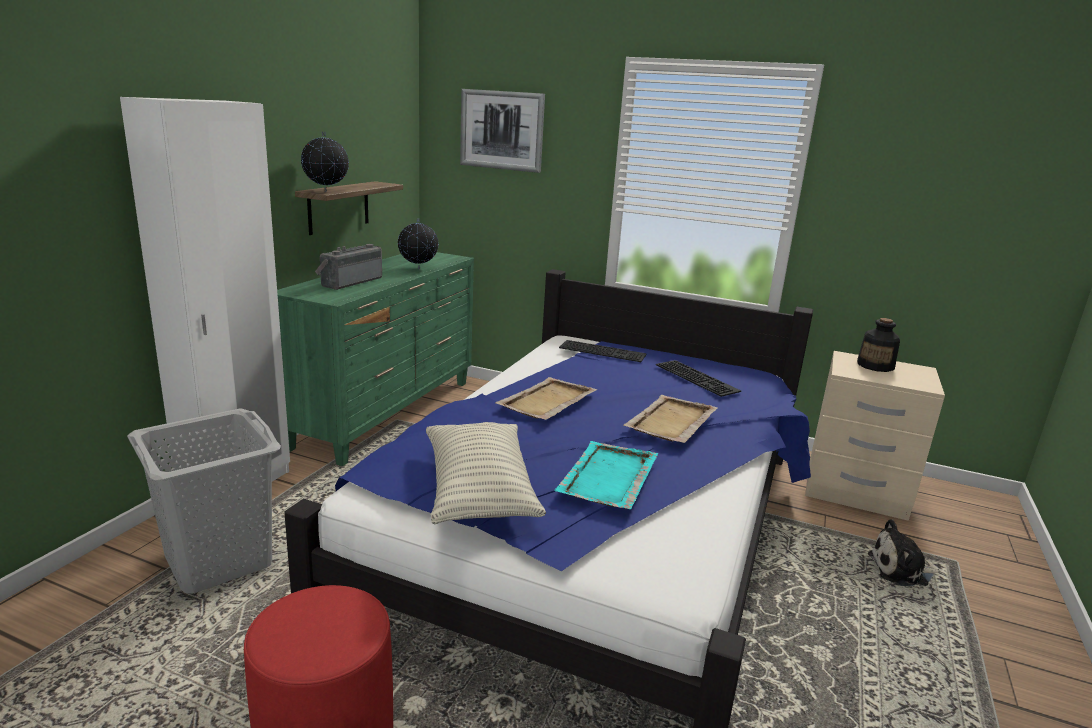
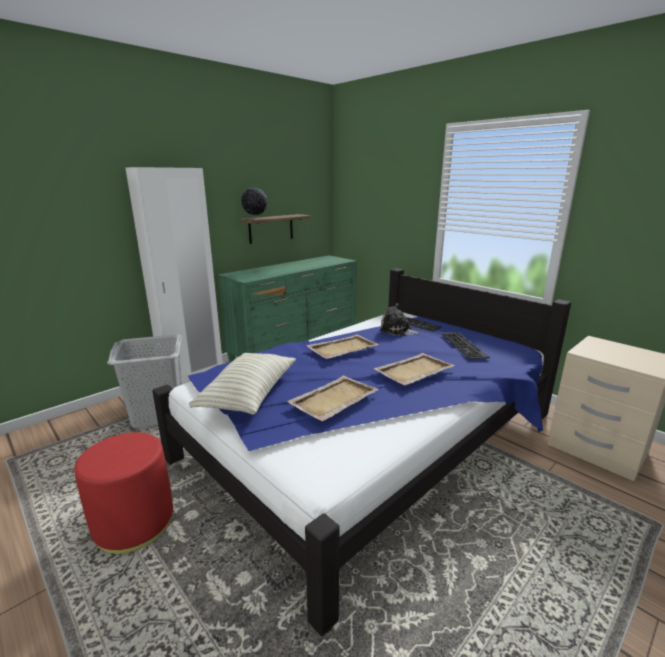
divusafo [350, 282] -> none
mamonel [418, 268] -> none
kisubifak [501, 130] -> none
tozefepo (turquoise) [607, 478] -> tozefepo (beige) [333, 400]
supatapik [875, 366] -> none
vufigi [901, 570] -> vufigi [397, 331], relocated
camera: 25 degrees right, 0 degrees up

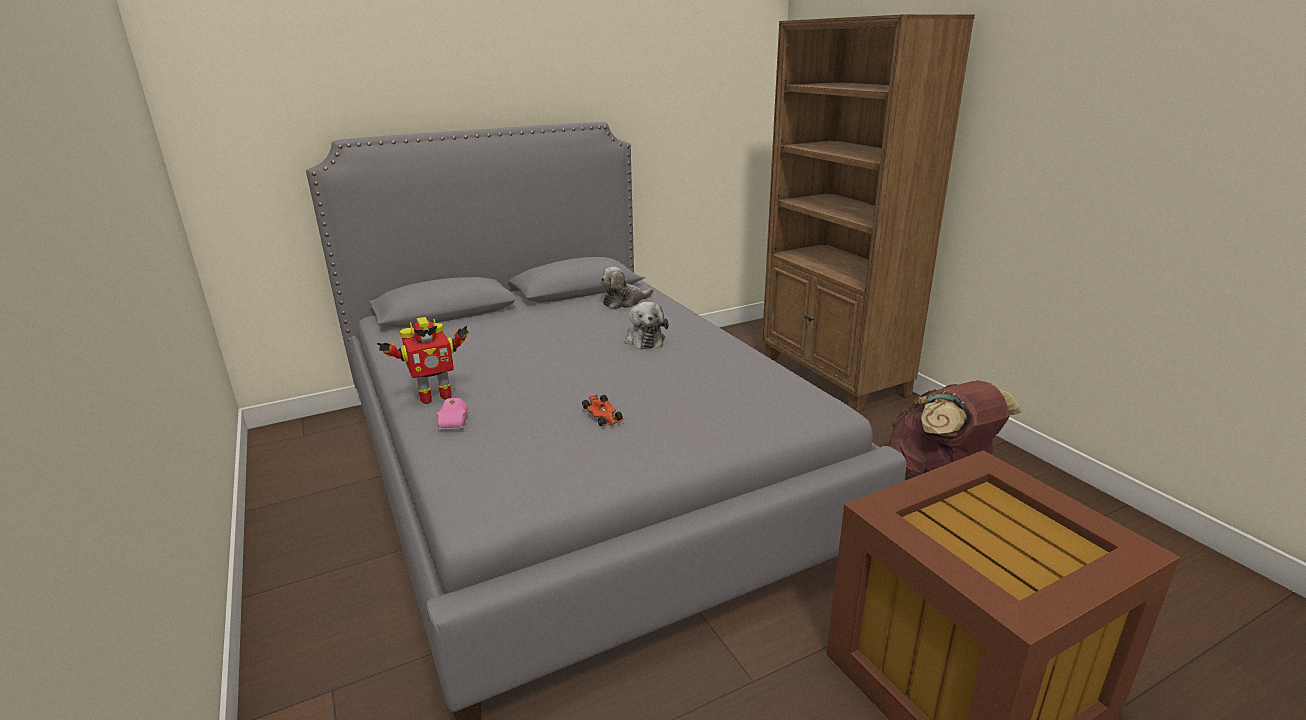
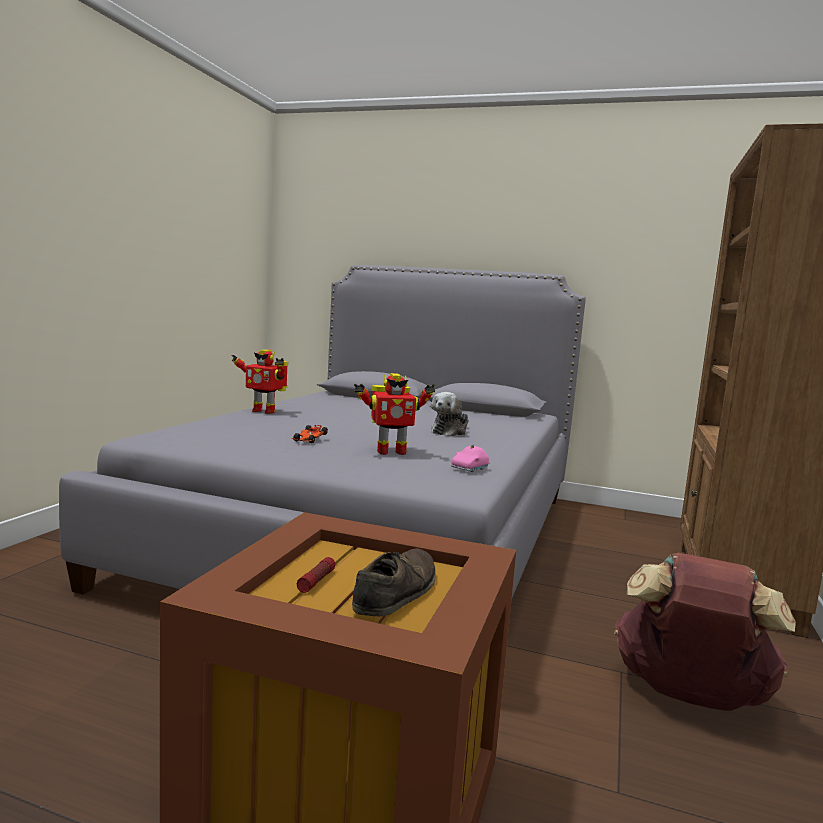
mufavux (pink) [454, 422] -> mufavux (pink) [470, 469], relocated
vufigi [624, 302] -> none
none -> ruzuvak [316, 581]
none -> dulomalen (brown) [396, 592]
none -> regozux [390, 452]
camera: 45 degrees right, 15 degrees down

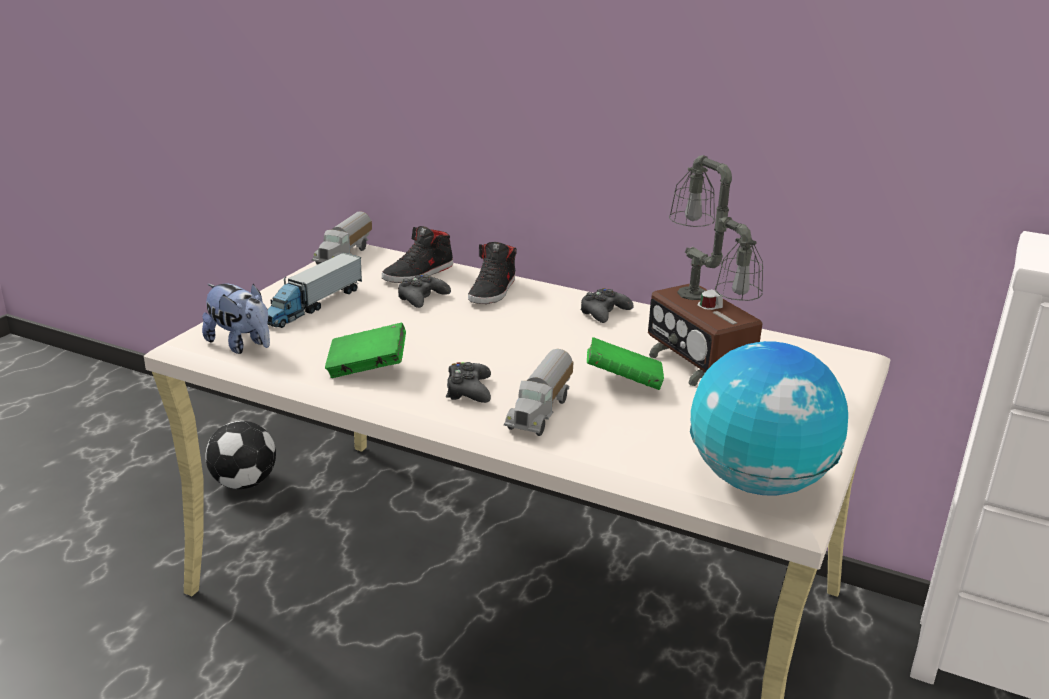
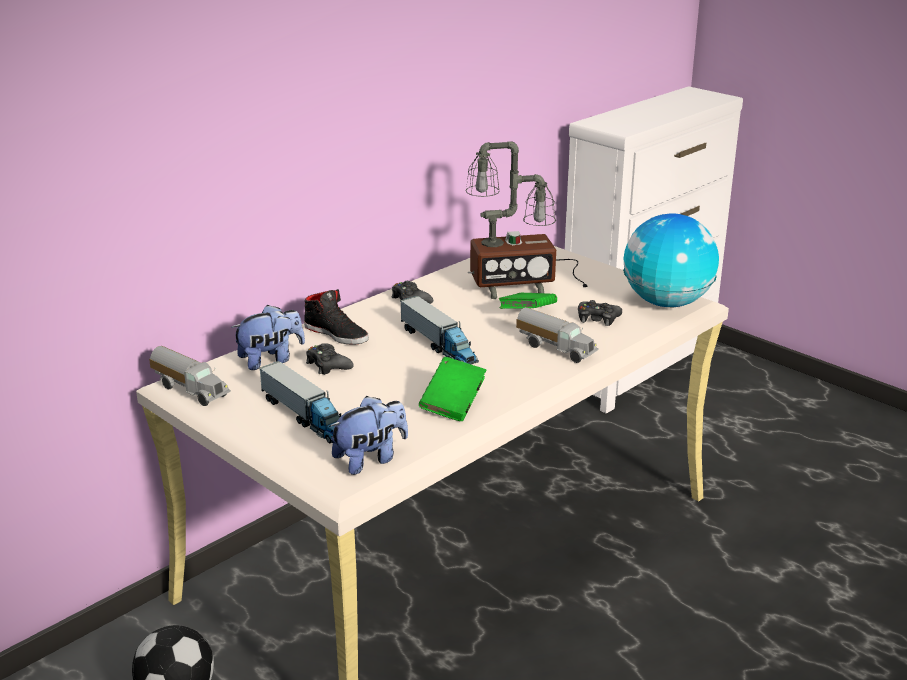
dulomalen (black) [419, 273] -> vufigi [270, 360]
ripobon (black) [468, 390] -> ripobon (black) [597, 318], relocated
none -> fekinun [438, 345]
camera: 70 degrees left, 0 degrees up

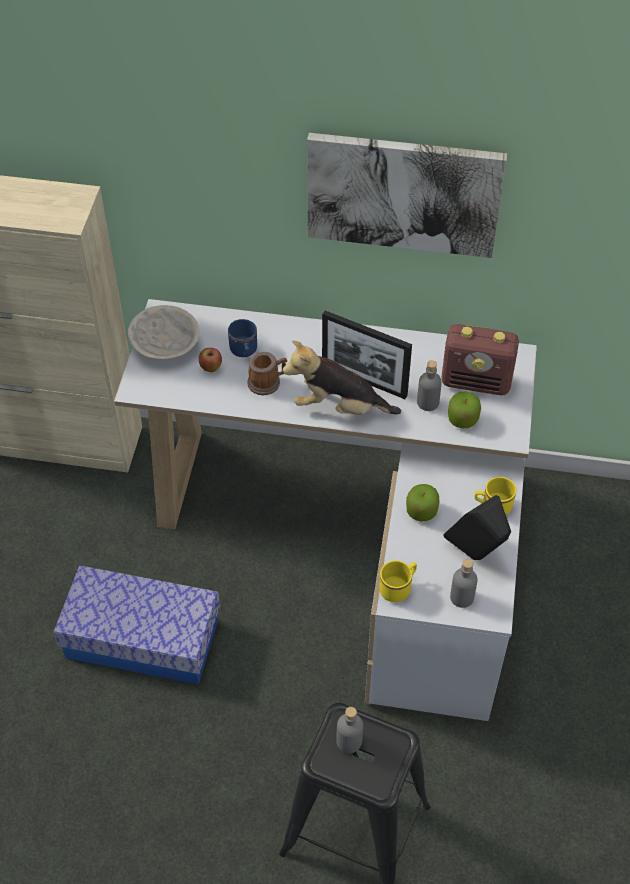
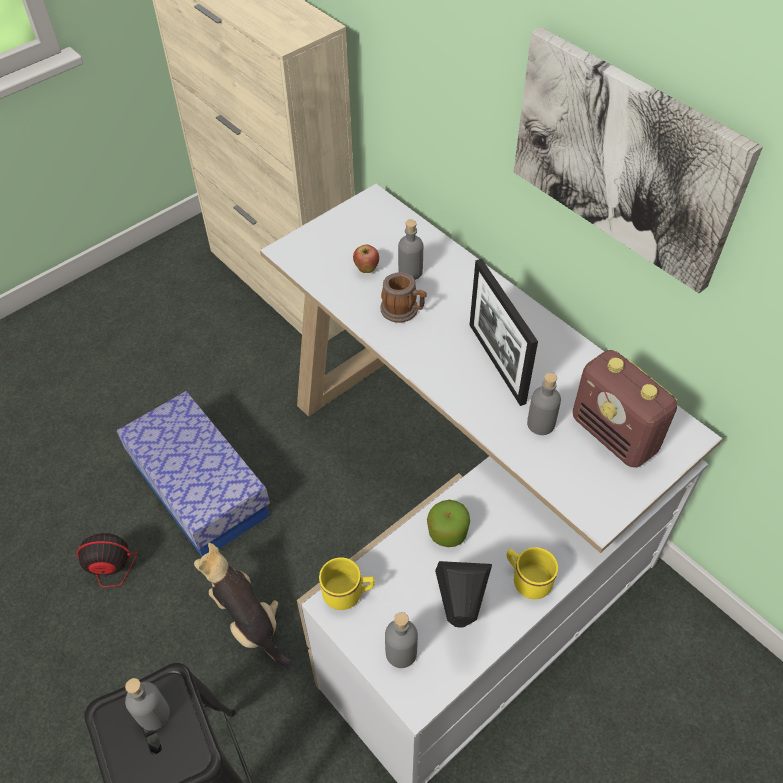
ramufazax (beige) [165, 345] -> none
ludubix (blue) [244, 352] -> supatapik (grey) [410, 272]
vufigi [339, 407] -> vufigi [249, 621], relocated
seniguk [462, 419] -> none
none -> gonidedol [92, 589]
camera: 40 degrees right, 0 degrees up

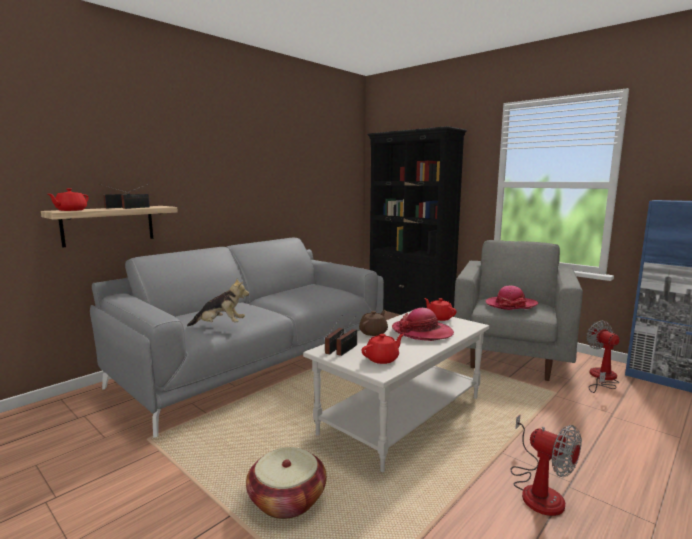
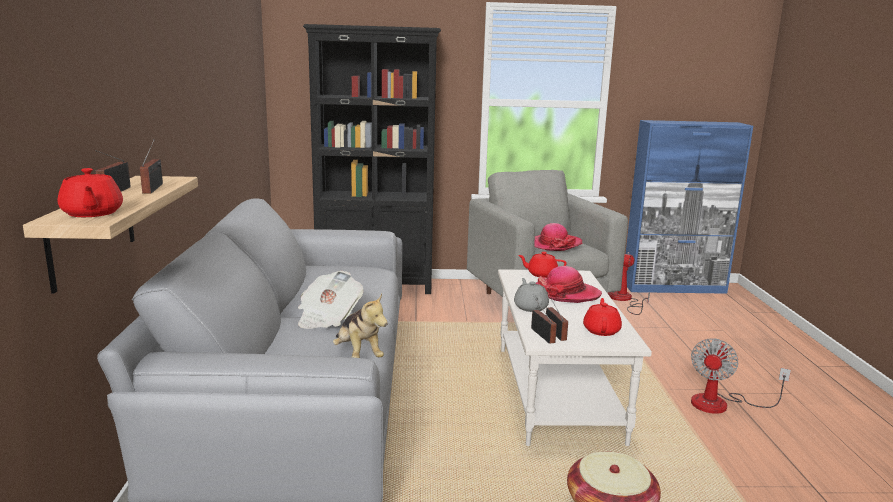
vufigi [220, 325] -> vufigi [358, 355], 105 degrees clockwise
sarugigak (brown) [373, 332] -> sarugigak (grey) [530, 307]
gonidedol [538, 490] -> gonidedol [721, 404], 120 degrees clockwise
none -> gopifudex [328, 317]
camera: 45 degrees left, 5 degrees up

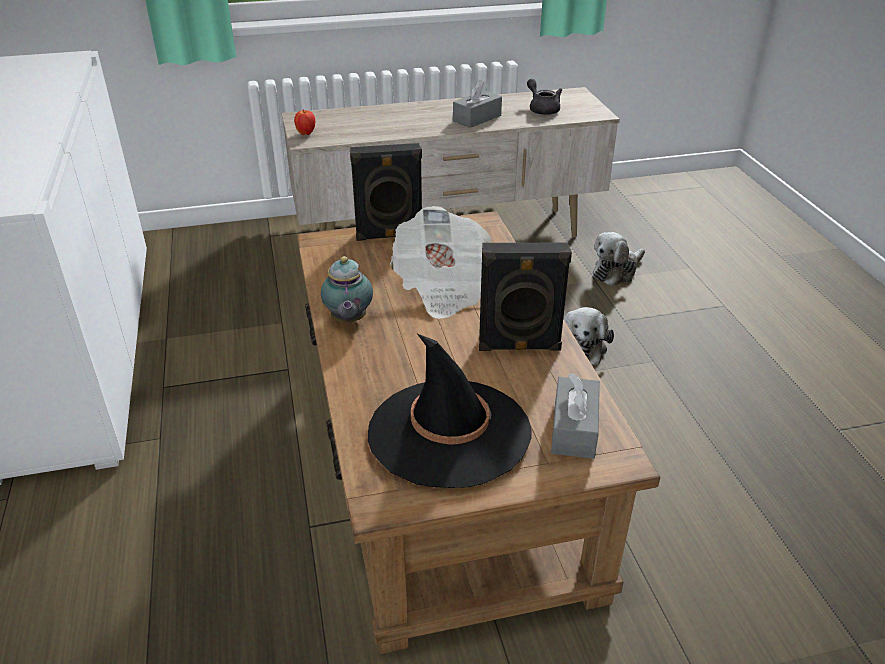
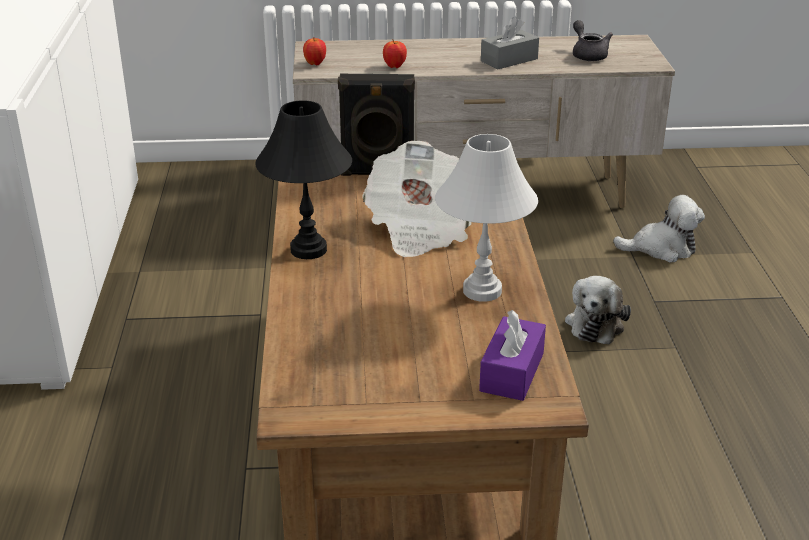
sarugigak [348, 320] -> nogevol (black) [309, 250]
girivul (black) [449, 432] -> none
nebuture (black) [519, 346] -> nogevol (white) [481, 291]
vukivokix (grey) [574, 429] -> vukivokix (purple) [512, 372]
vufigi [616, 271] -> vufigi [661, 249], 150 degrees counterclockwise
none -> seniguk [394, 66]
camera: 10 degrees right, 5 degrees down

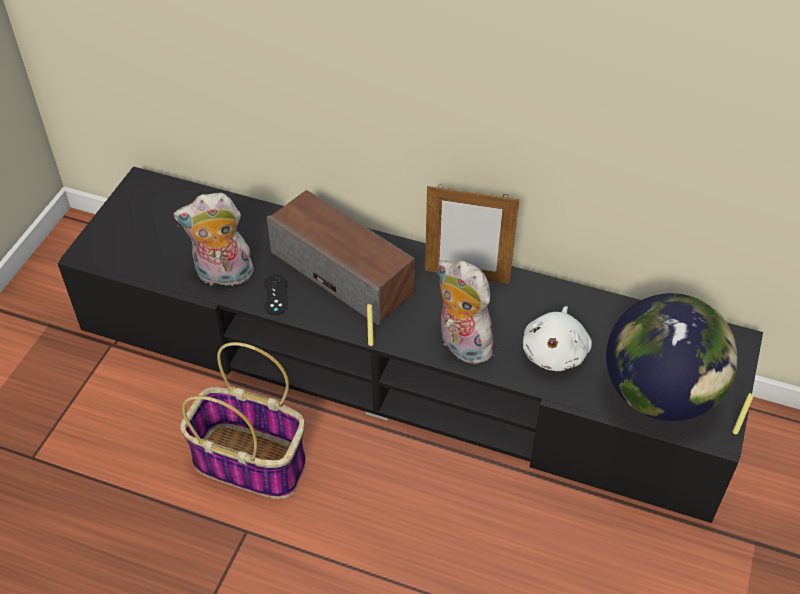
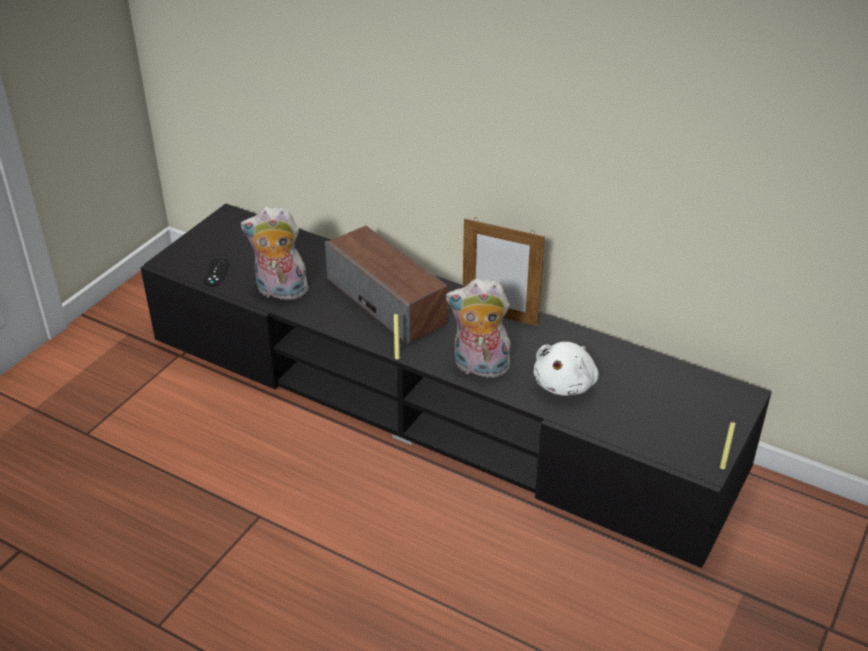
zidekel [252, 462] -> none
ripobon (black) [275, 295] -> ripobon (black) [216, 272], relocated
vufigi [460, 345] -> vufigi [479, 368], 45 degrees counterclockwise
mamonel [660, 395] -> none
camera: 10 degrees right, 10 degrees down

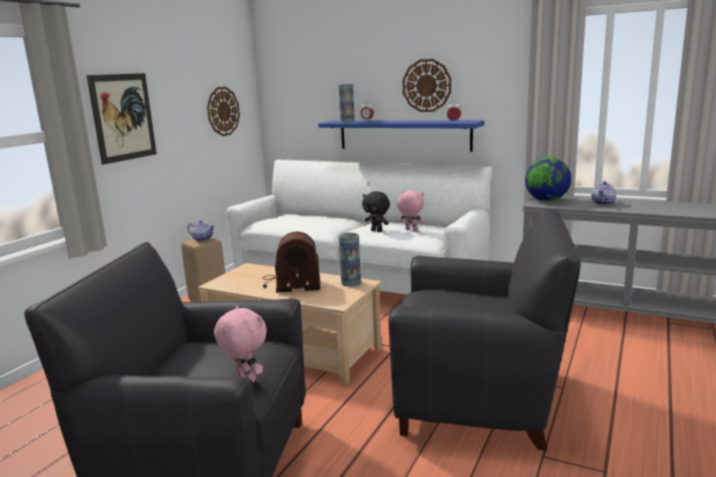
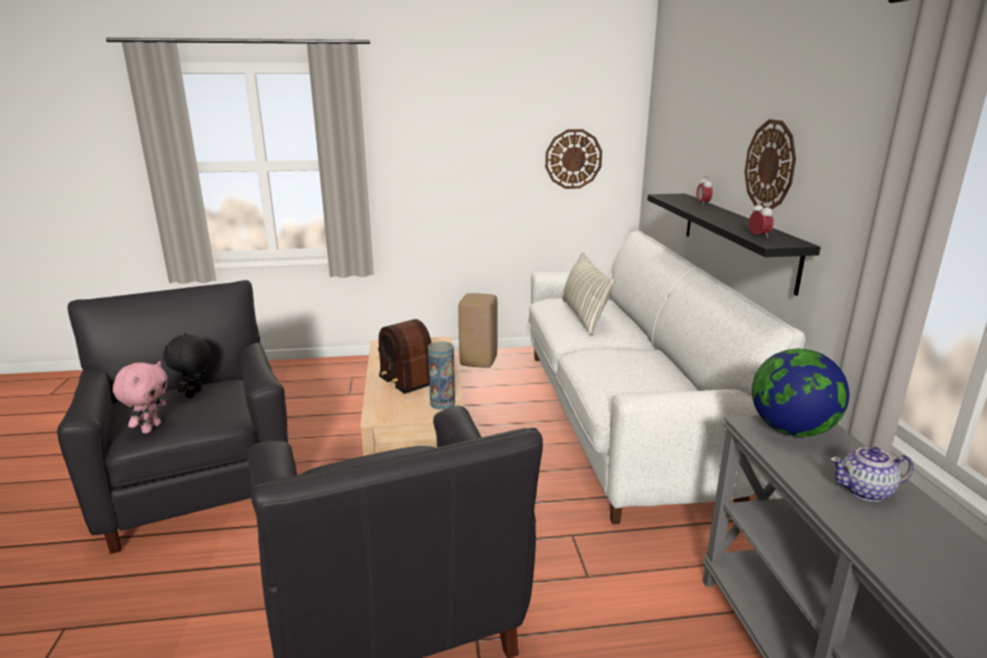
kisubifak [123, 117] -> none
sarugigak [202, 239] -> none
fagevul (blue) [403, 135] -> fagevul (black) [737, 238]
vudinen [347, 121] -> none
vufigi (black) [377, 231] -> vufigi (black) [195, 394], relocated
vufigi (pink) [411, 230] -> none
none -> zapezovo [583, 316]
camera: 55 degrees right, 5 degrees up

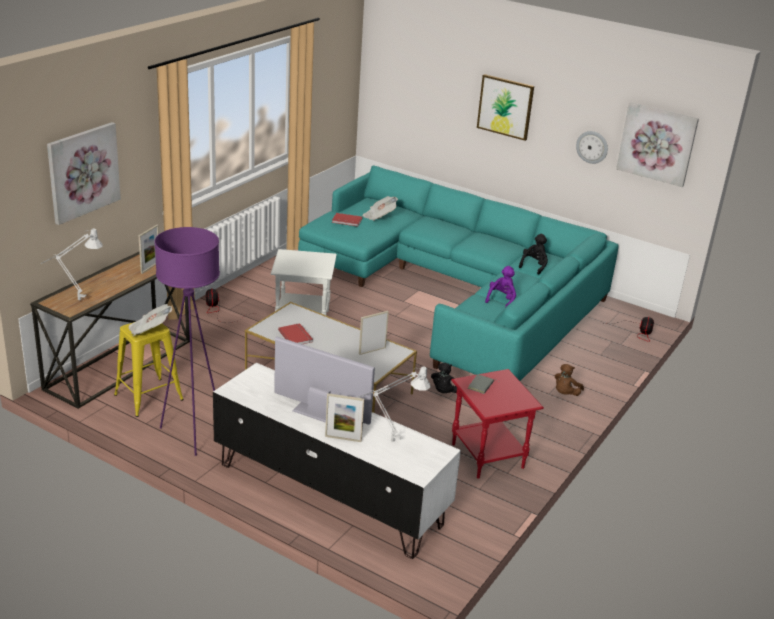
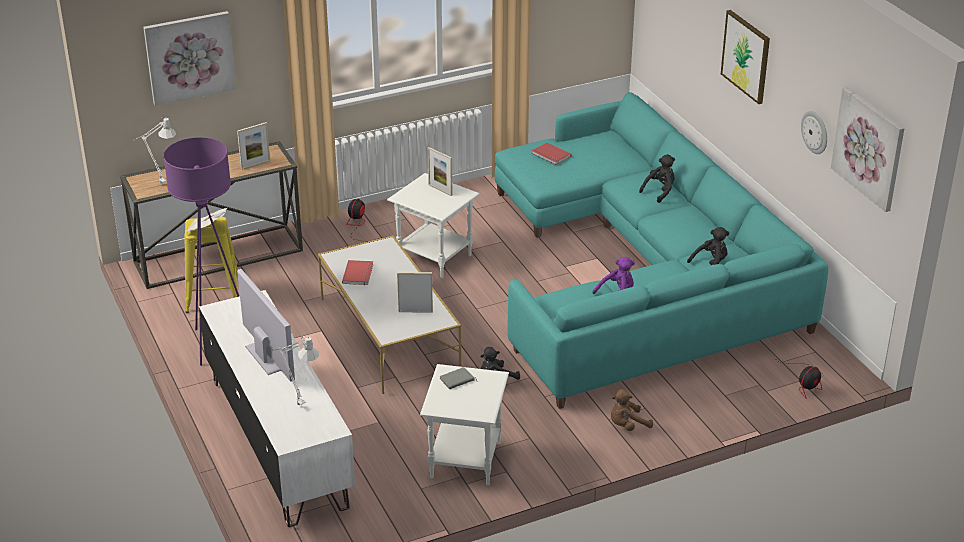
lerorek [343, 438] -> lerorek [440, 190], relocated
gopifudex [379, 216] -> none
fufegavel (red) [487, 455] -> fufegavel (white) [465, 459]
none -> vufigi (black) [660, 191]
camera: 35 degrees right, 5 degrees up

